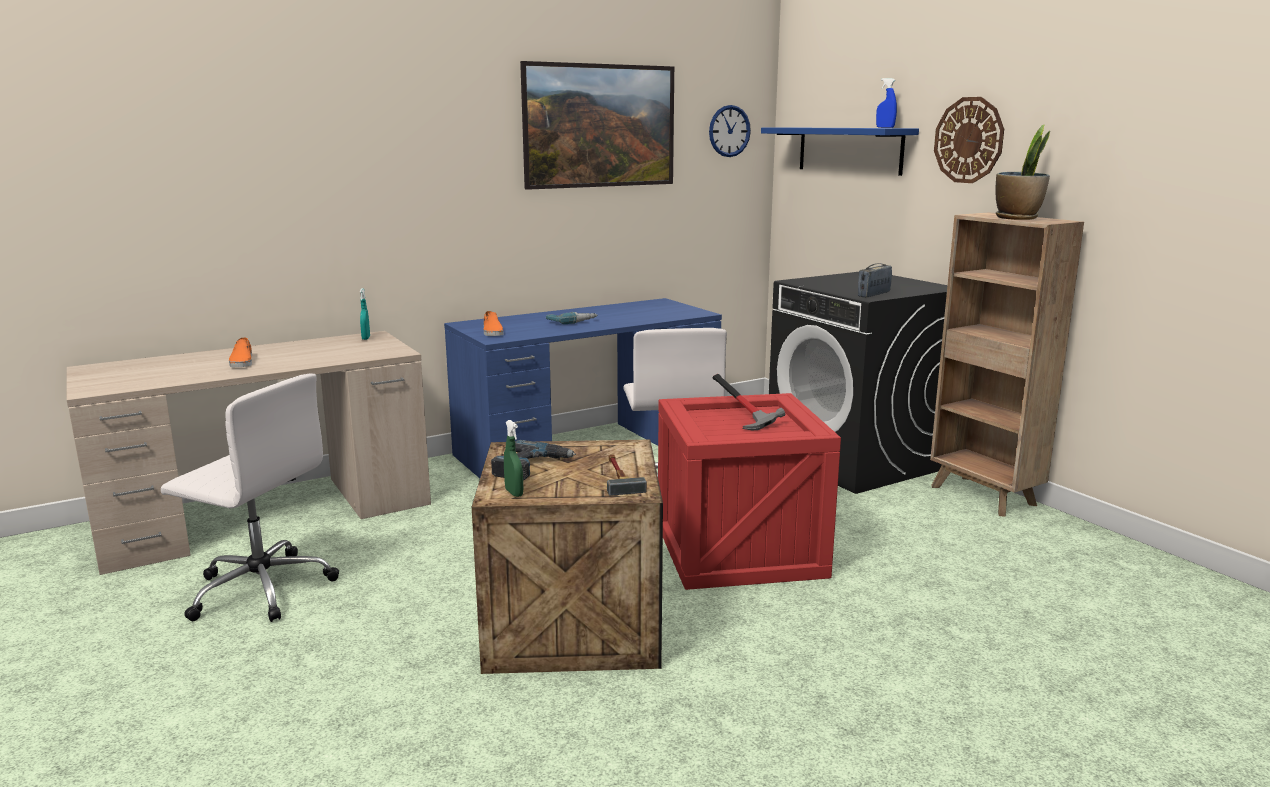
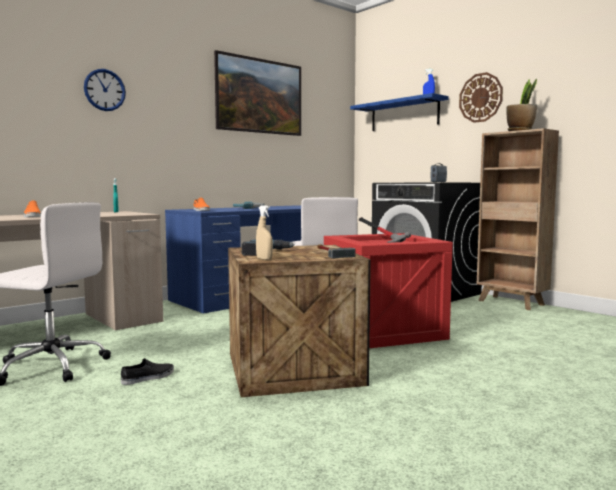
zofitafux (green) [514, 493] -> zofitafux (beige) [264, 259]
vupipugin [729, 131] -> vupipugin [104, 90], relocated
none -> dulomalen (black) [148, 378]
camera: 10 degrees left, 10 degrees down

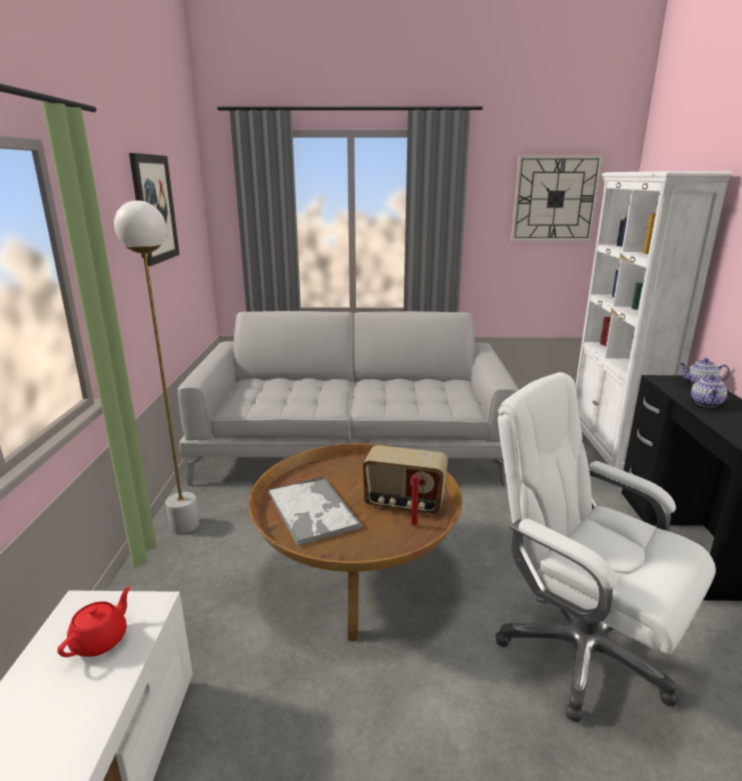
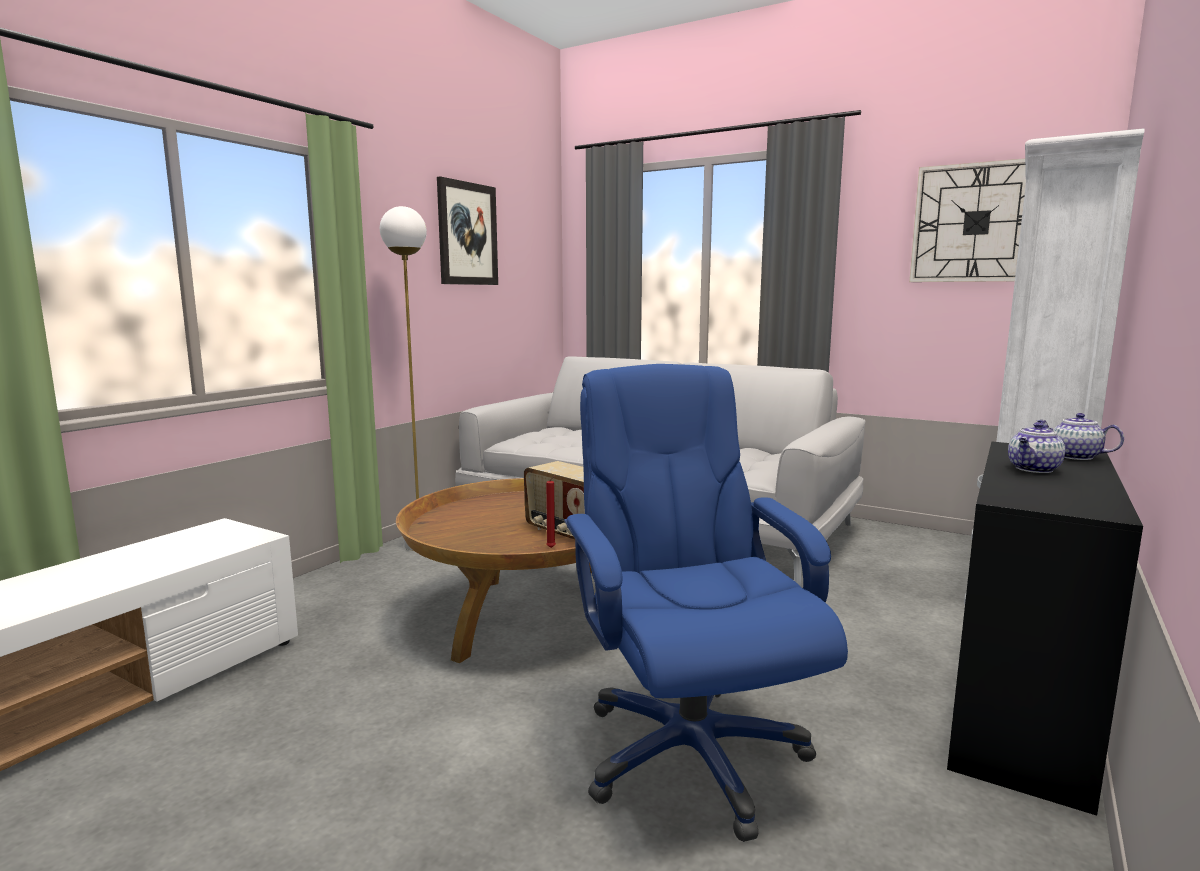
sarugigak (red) [101, 640] -> none
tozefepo [312, 510] -> none
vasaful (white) [580, 651] -> vasaful (blue) [690, 752]
camera: 30 degrees right, 10 degrees down

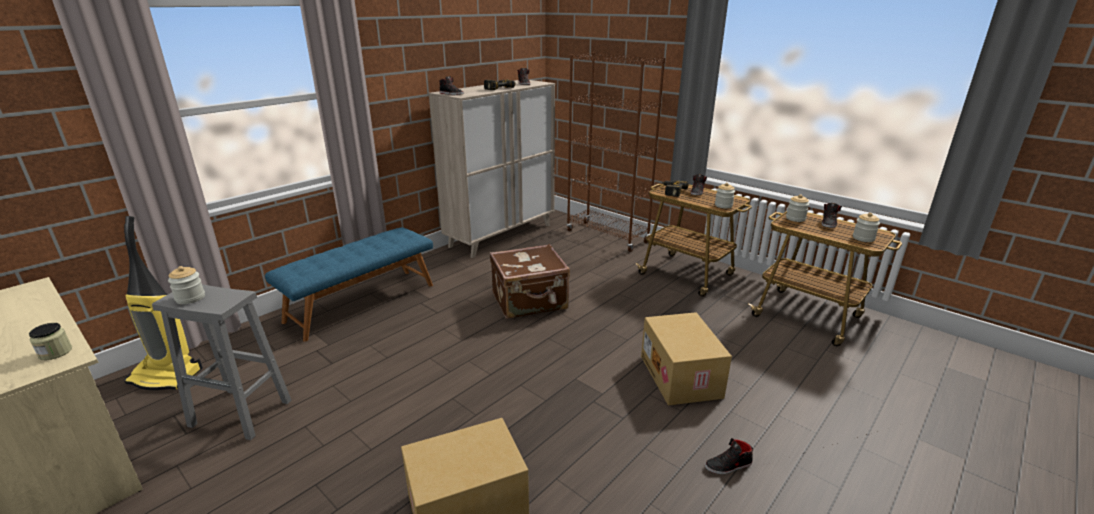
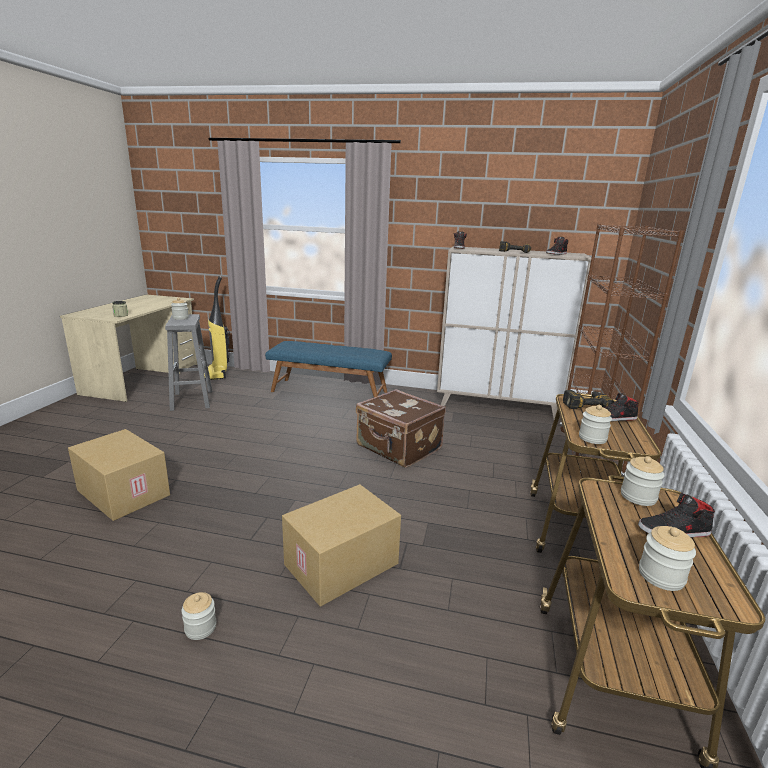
dulomalen (black) [728, 466] -> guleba [200, 628]
camera: 60 degrees right, 5 degrees down

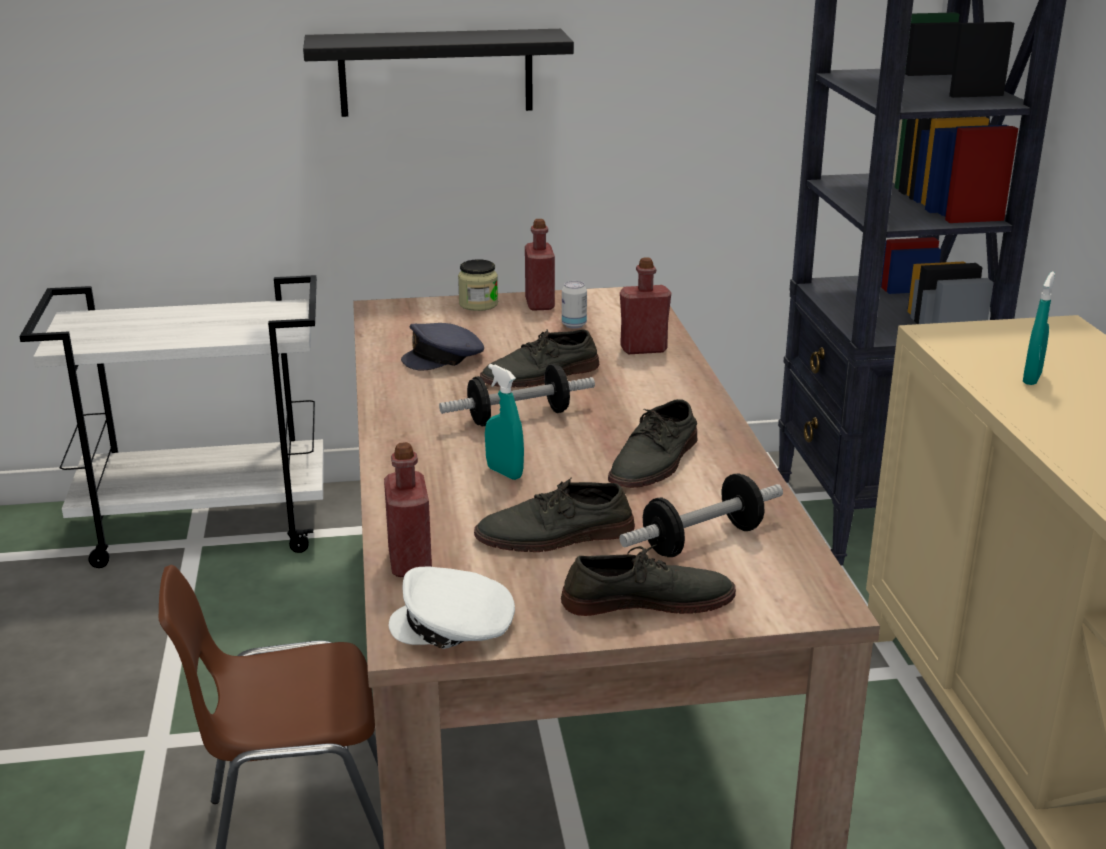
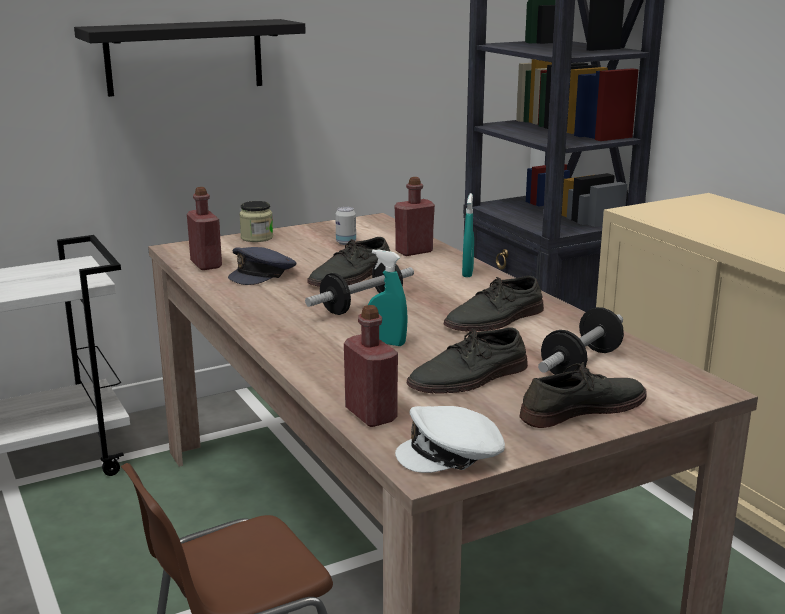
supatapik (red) [539, 304] -> supatapik (red) [206, 264], relocated
dulomalen (grey) [655, 462] -> dulomalen (grey) [495, 319], 45 degrees clockwise
zofitafux (turquoise) [1032, 378] -> zofitafux (turquoise) [467, 273], relocated
camera: 20 degrees left, 5 degrees down

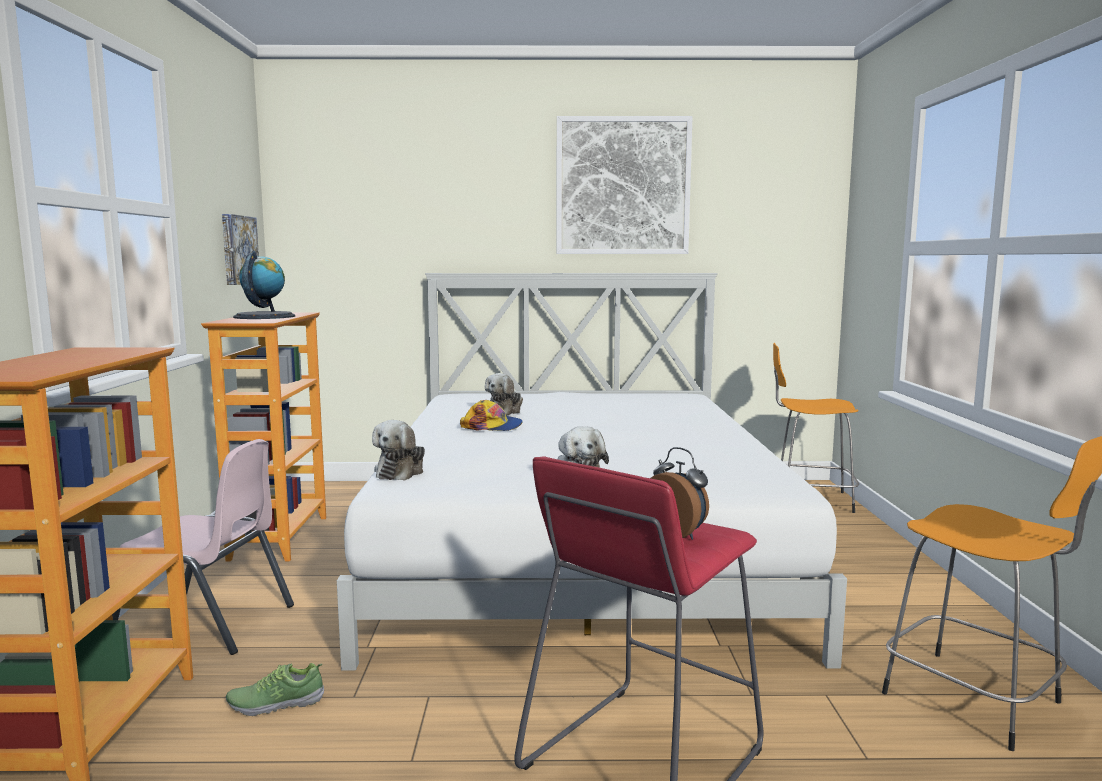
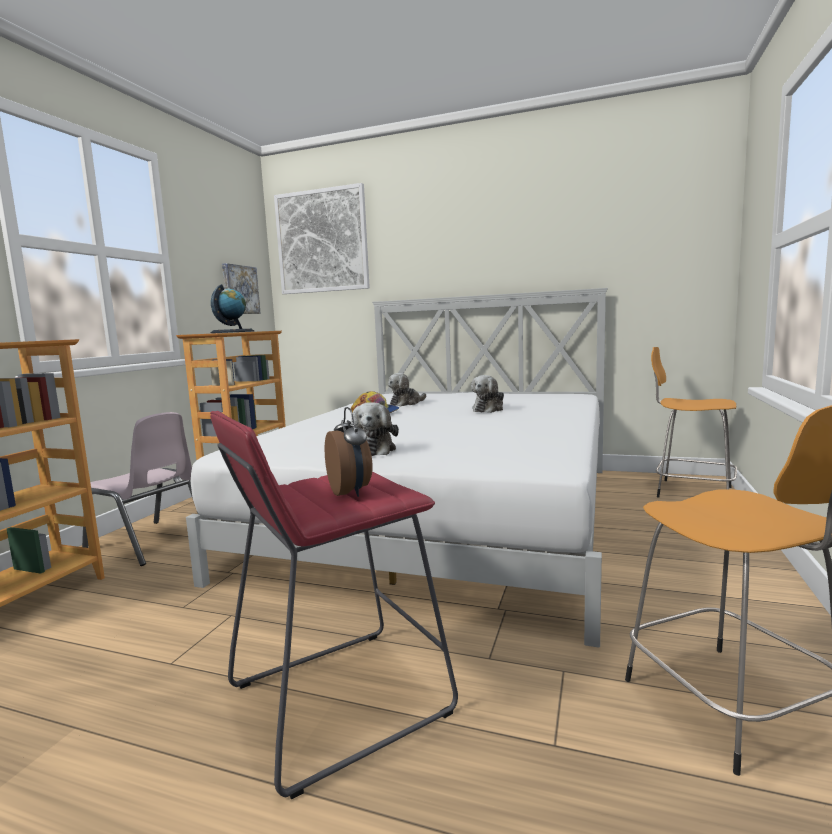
dulomalen [276, 703] -> none
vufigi [401, 471] -> vufigi [489, 409], relocated
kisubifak [622, 186] -> kisubifak [322, 241], relocated
camera: 20 degrees right, 0 degrees up

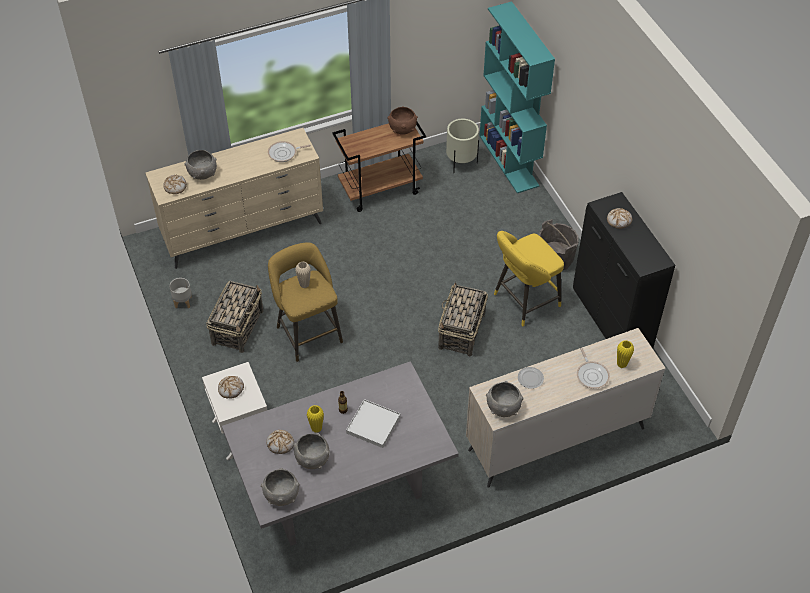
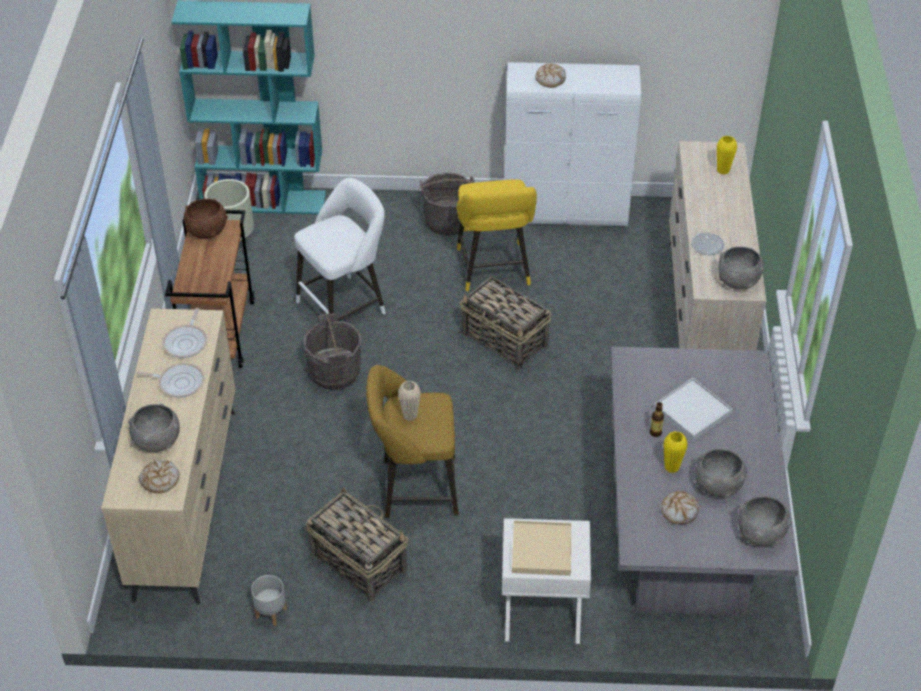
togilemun [231, 389] -> tozefepo (beige) [541, 550]
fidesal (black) [612, 321] -> fidesal (white) [566, 212]
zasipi [592, 375] -> zasipi [179, 382], relocated
none -> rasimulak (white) [345, 305]
none -> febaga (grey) [334, 372]
camera: 65 degrees left, 5 degrees down

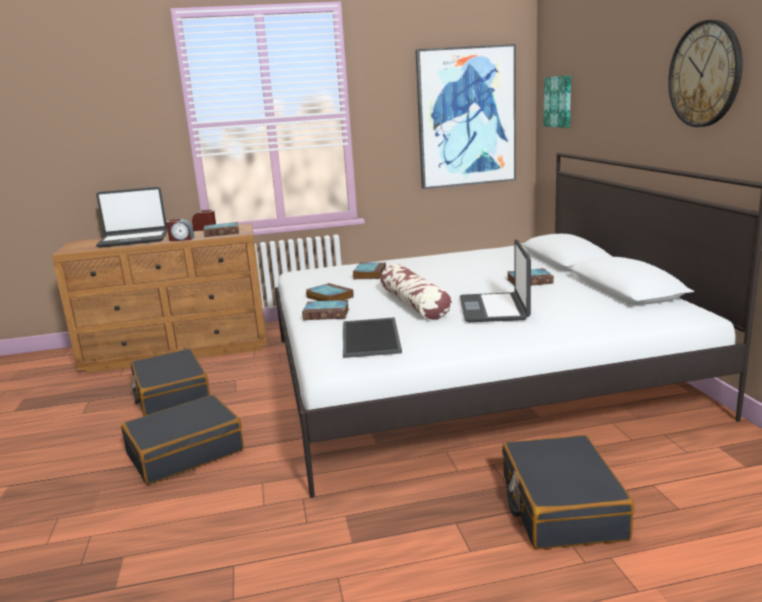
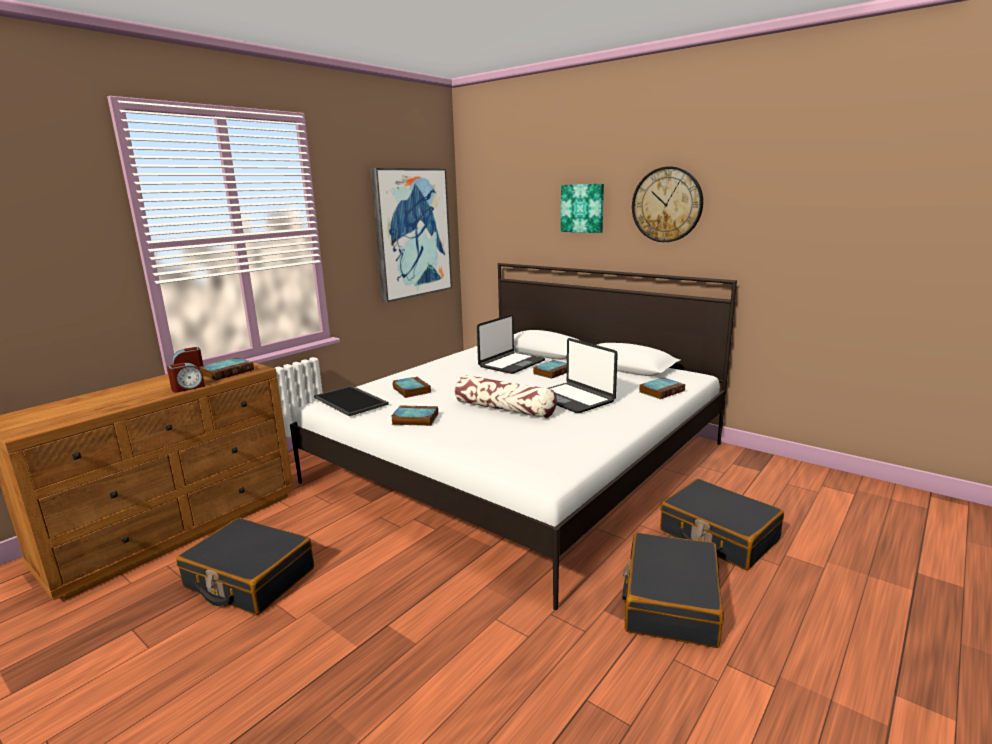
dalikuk [133, 240] -> dalikuk [511, 364], relocated
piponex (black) [185, 452] -> piponex (black) [670, 601], relocated
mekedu [327, 314] -> mekedu [661, 391], relocated
tozefepo [372, 338] -> tozefepo [352, 401], relocated
kisubifak [559, 101] -> kisubifak [582, 208], relocated
camera: 40 degrees left, 0 degrees up

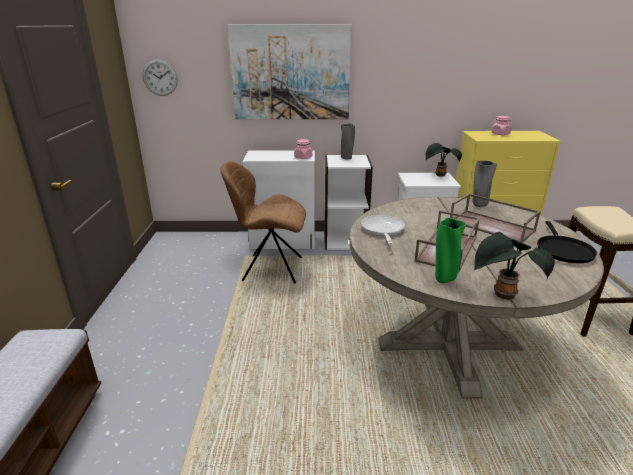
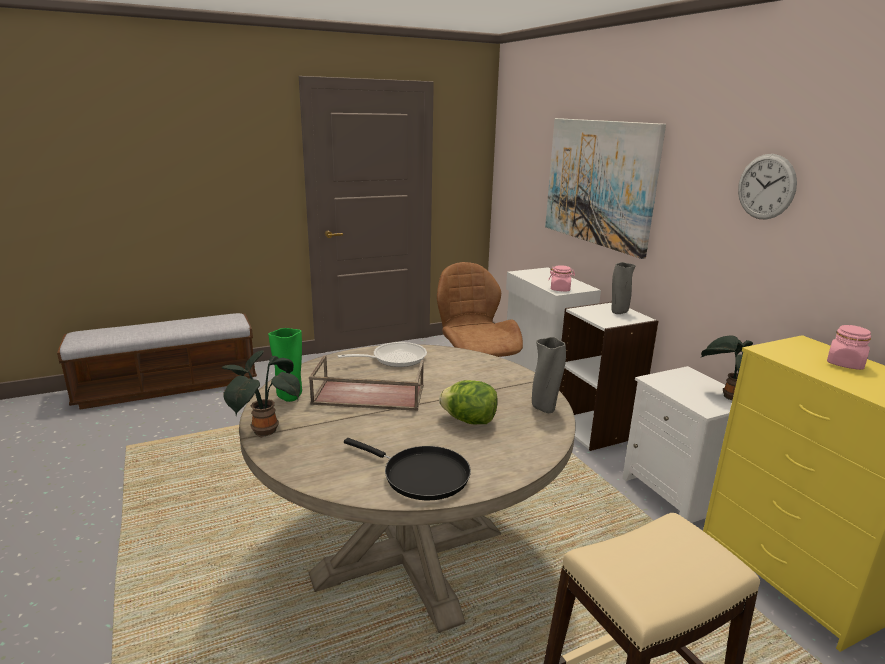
vupipugin [160, 78] -> vupipugin [766, 187], relocated
tozefepo (brown) [492, 226] -> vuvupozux [469, 420]
zasipi (black) [563, 250] -> zasipi (black) [421, 475], 135 degrees counterclockwise
camera: 65 degrees right, 5 degrees down

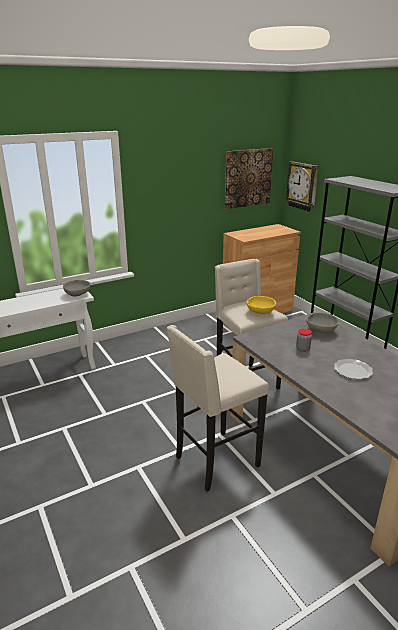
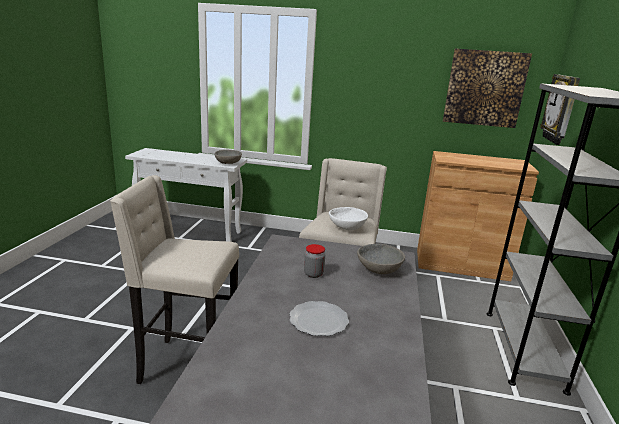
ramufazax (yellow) [260, 312] -> ramufazax (white) [346, 227]
camera: 40 degrees right, 5 degrees down

